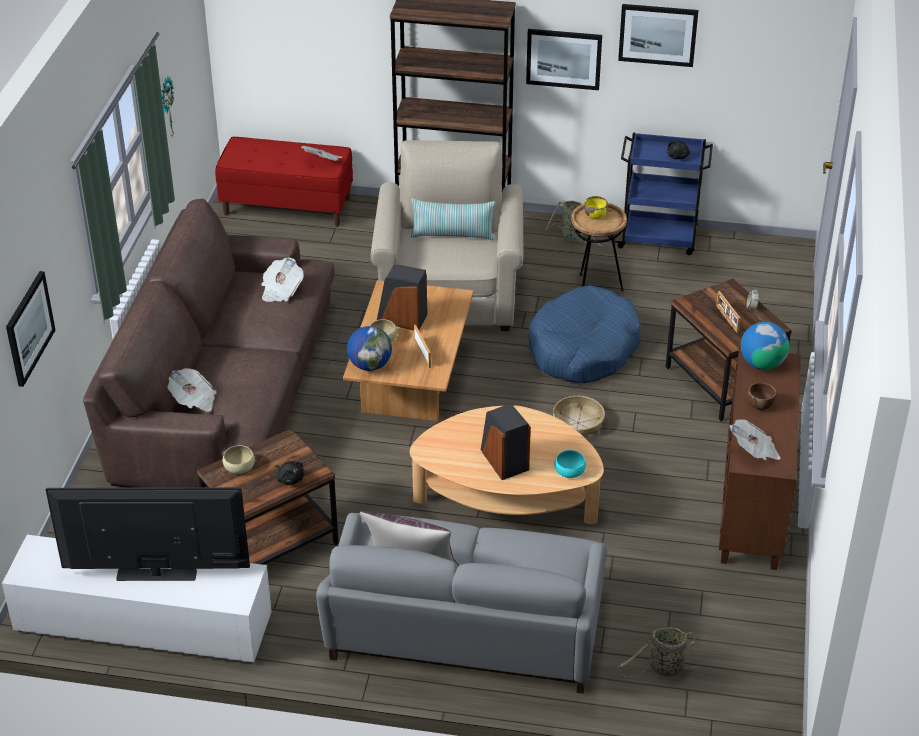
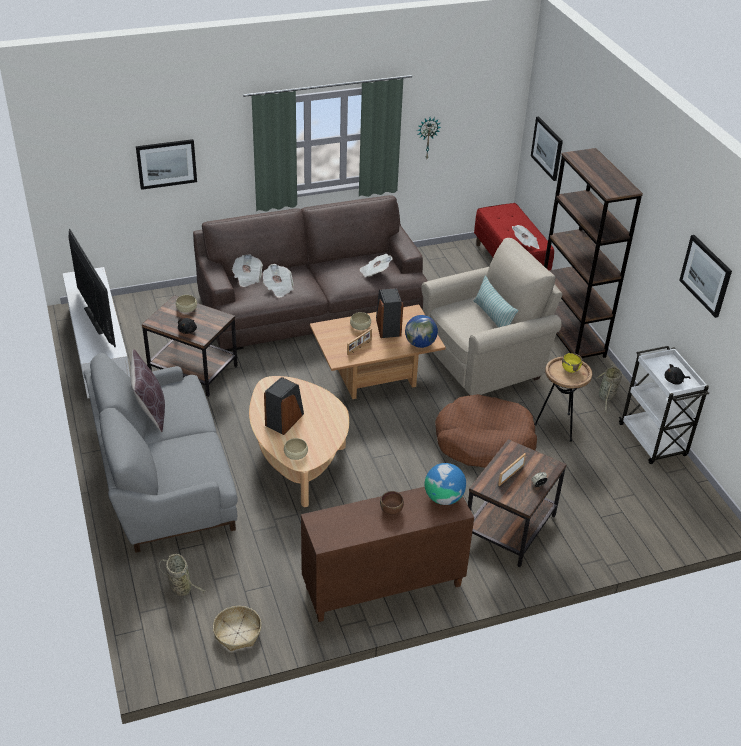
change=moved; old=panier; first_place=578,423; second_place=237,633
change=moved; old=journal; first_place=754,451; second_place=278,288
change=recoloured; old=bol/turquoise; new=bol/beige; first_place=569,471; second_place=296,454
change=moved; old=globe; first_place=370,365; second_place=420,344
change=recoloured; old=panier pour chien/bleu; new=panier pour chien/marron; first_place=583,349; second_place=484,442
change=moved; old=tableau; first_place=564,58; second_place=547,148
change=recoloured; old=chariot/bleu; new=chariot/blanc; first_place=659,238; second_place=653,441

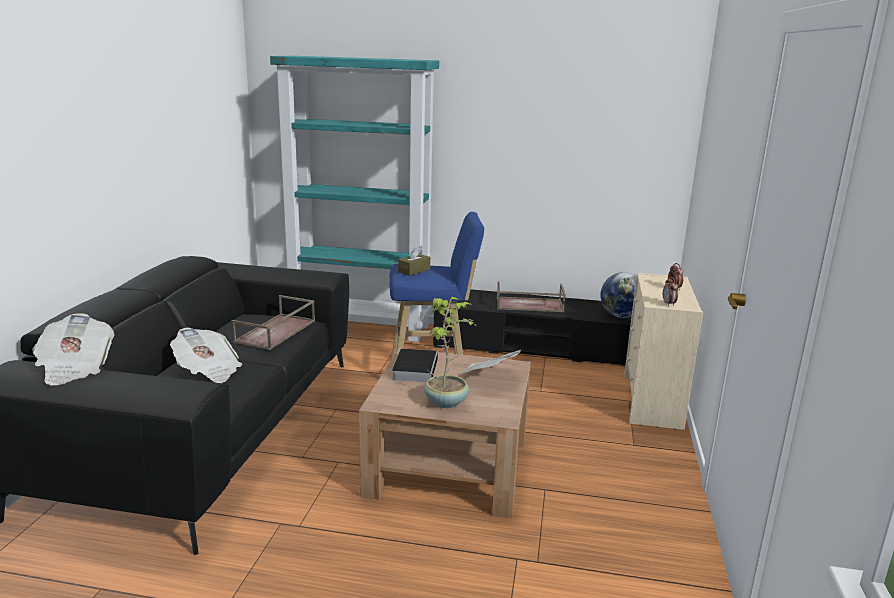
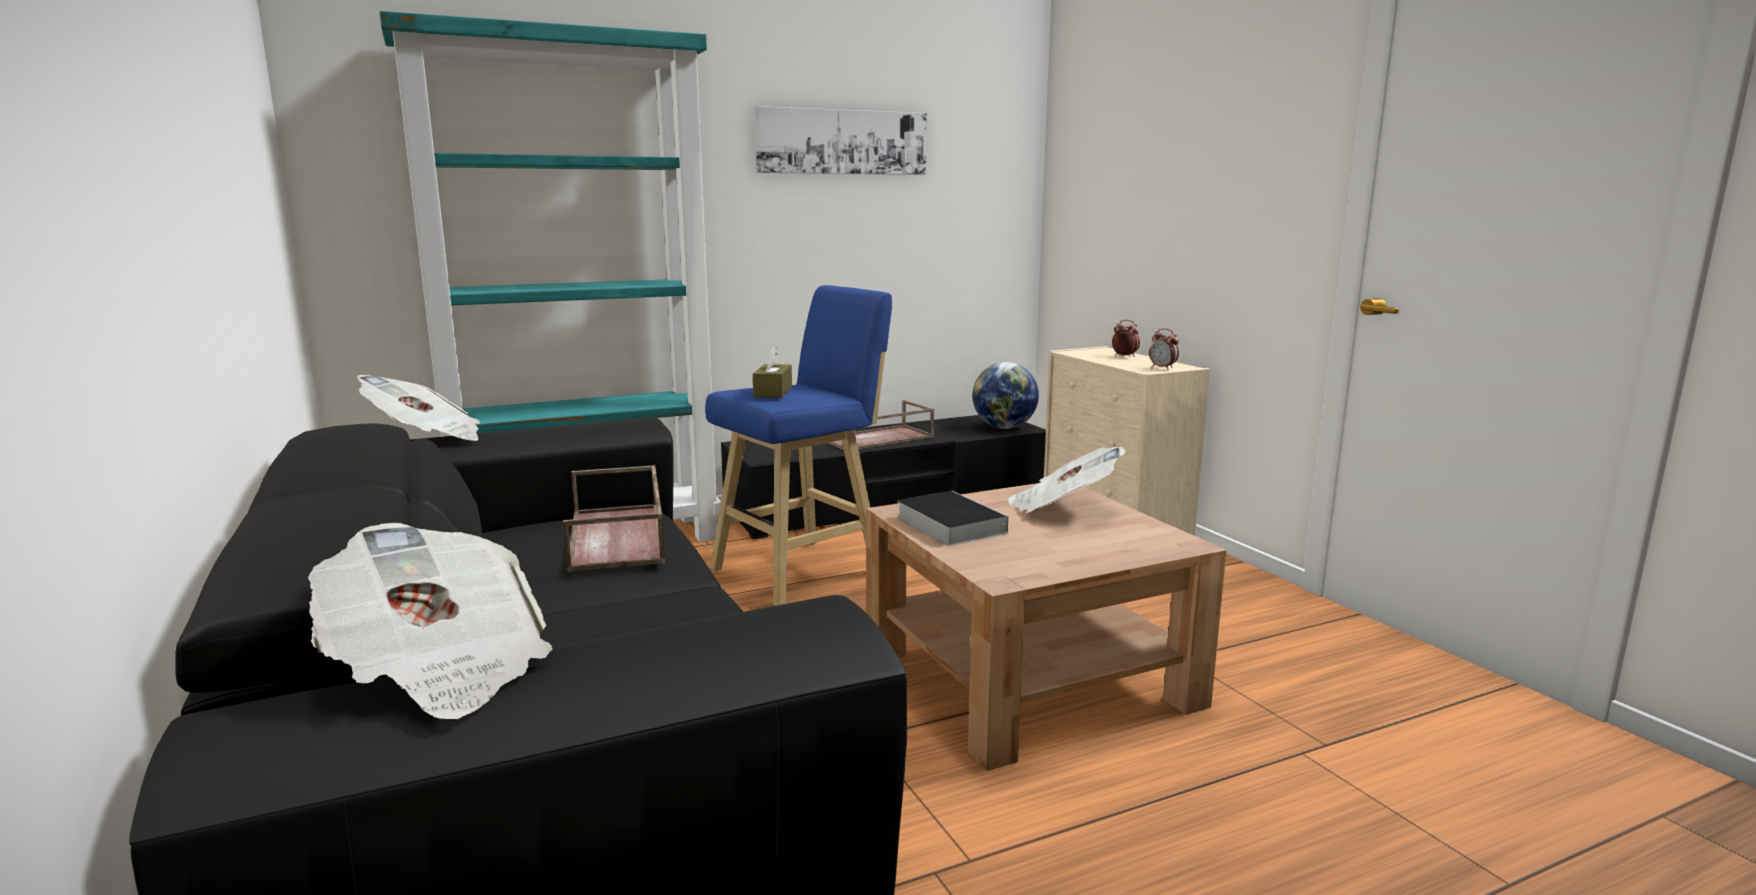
change=moved; old=journal; first_place=208,371; second_place=427,438
change=added; new=tableau; second_place=842,142
change=removed; old=plante en pot; first_place=447,402

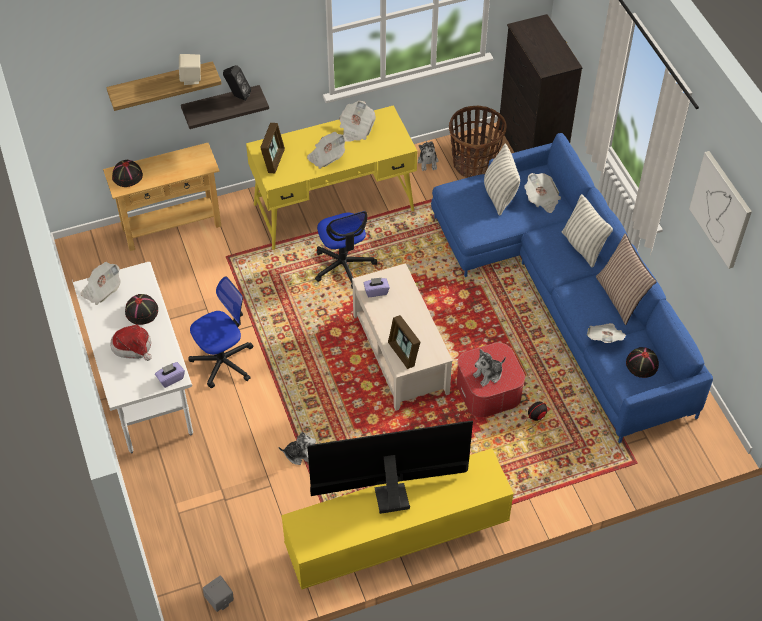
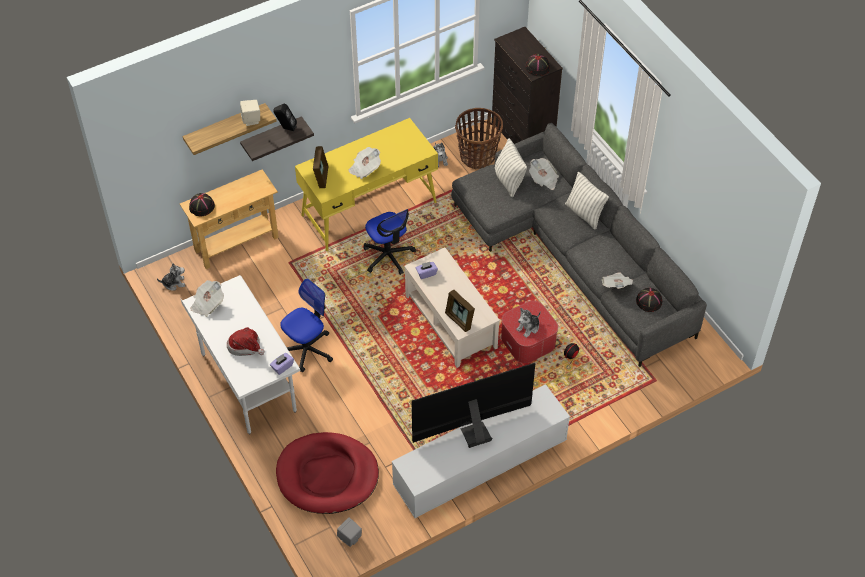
change=moved; old=peluche; first_place=299,454; second_place=174,283
change=added; new=panier pour chien/rouge; second_place=327,475
change=recoloured; old=meuble télé/jaune; new=meuble télé/blanc; first_place=395,538; second_place=478,468
change=recoloured; old=canapé/bleu; new=canapé/gris; first_place=565,294; second_place=574,254
change=moved; old=chapeau/noir; first_place=142,311; second_place=537,67
change=removed; old=journal; first_place=356,129
change=removed; old=coussin; first_place=620,297
change=removed; old=tableau; first_place=721,209

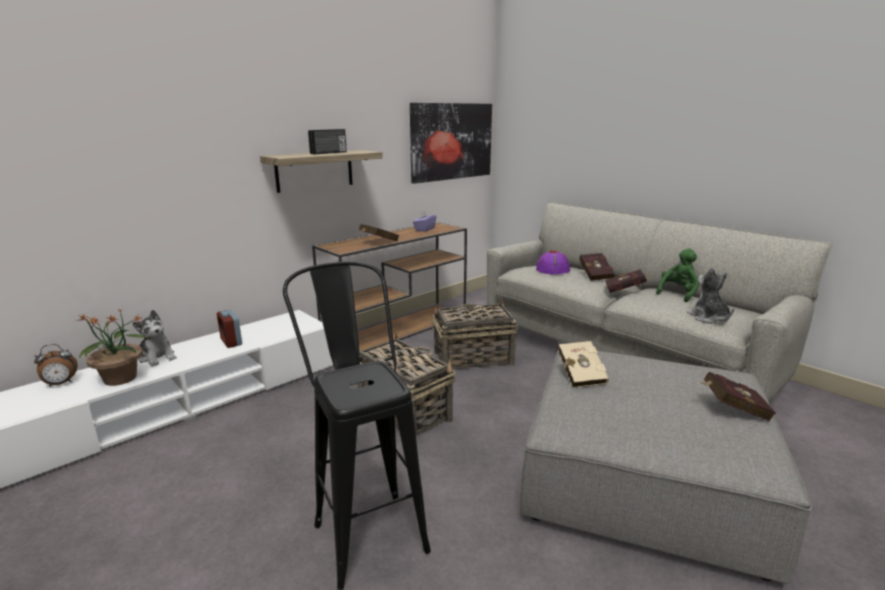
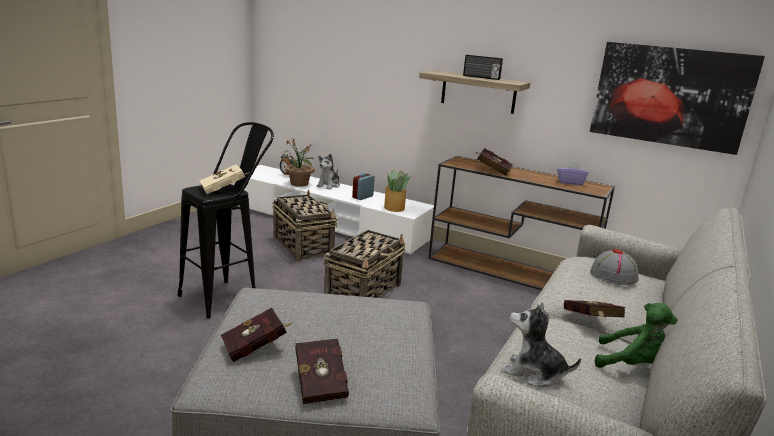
change=moved; old=livre/beige; first_place=580,375; second_place=224,190
change=moved; old=livre/rouge; first_place=595,275; second_place=256,348
change=moved; old=panier; first_place=472,358; second_place=302,246
change=added; new=plante en pot; second_place=394,207
change=turned; old=peluche; first_place=708,318; second_place=534,373; degrees=-120
change=recoloured; old=chapeau/violet; new=chapeau/gris; first_place=553,269; second_place=613,276

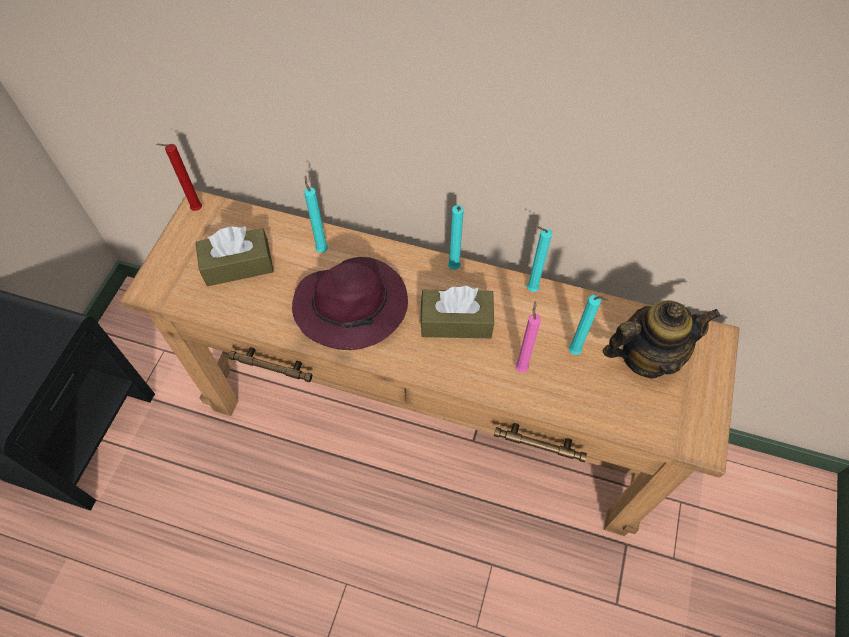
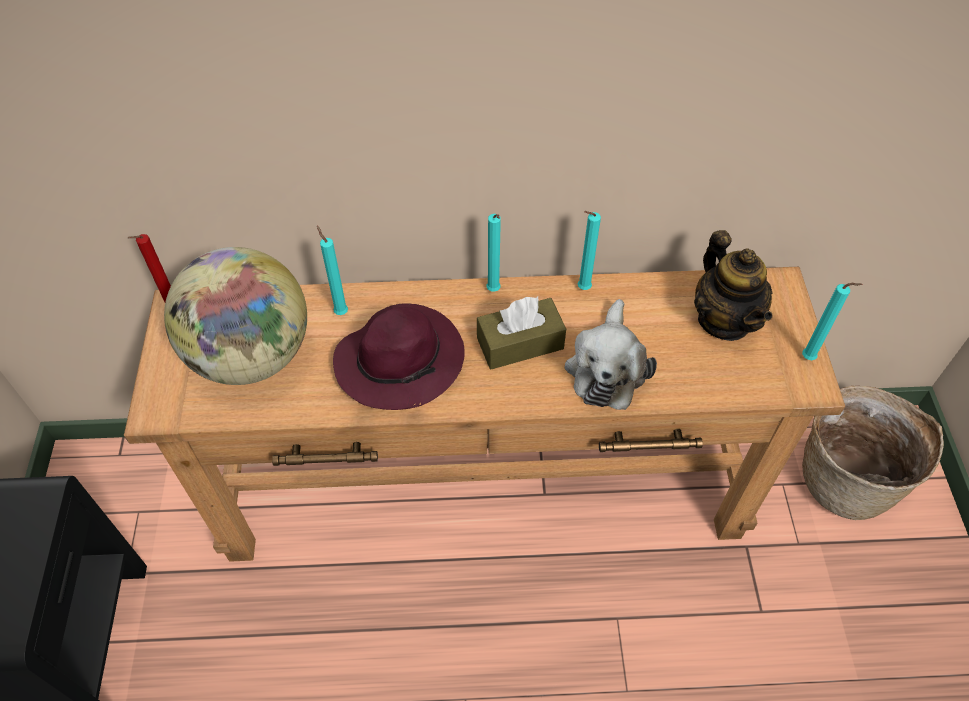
change=replaced; old=boîte à mouchoirs/marron; new=globe; first_place=238,265; second_place=251,356
change=replaced; old=bougie/rose; new=peluche; first_place=521,366; second_place=606,367
change=turned; old=théière; first_place=645,356; second_place=724,320; degrees=105
change=moved; old=bougie/turquoise; first_place=576,353; second_place=810,358
change=added; new=panier; second_place=848,477

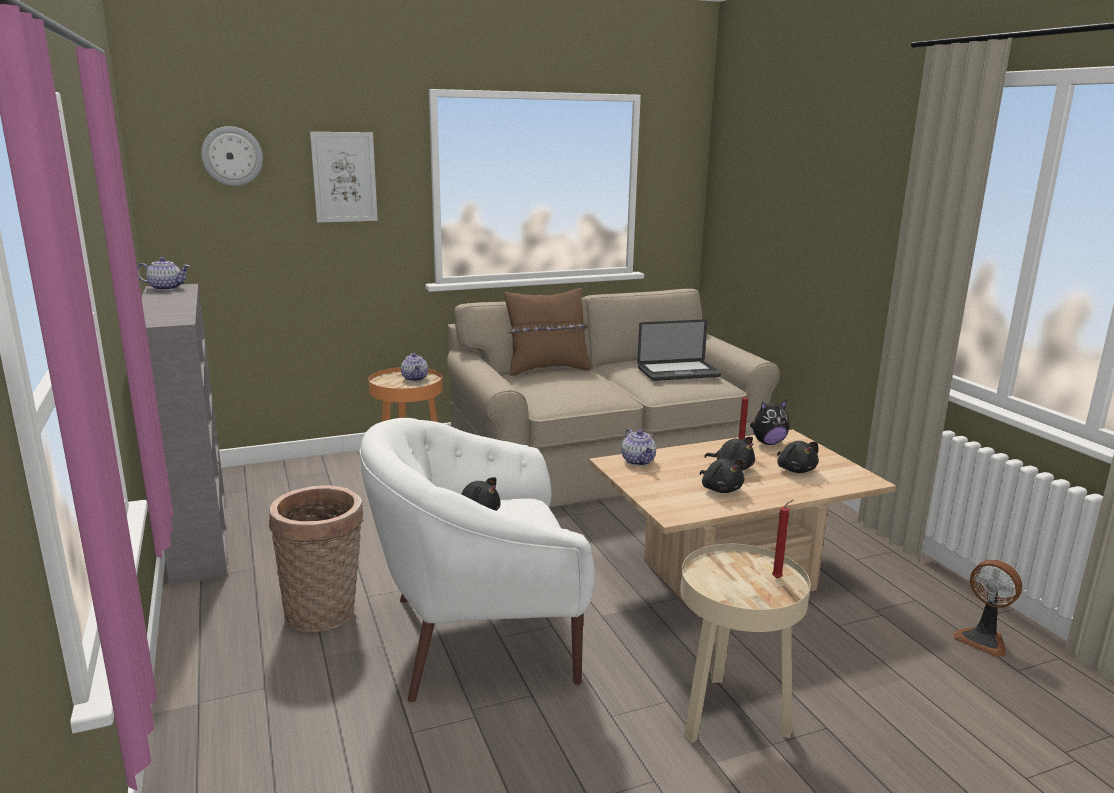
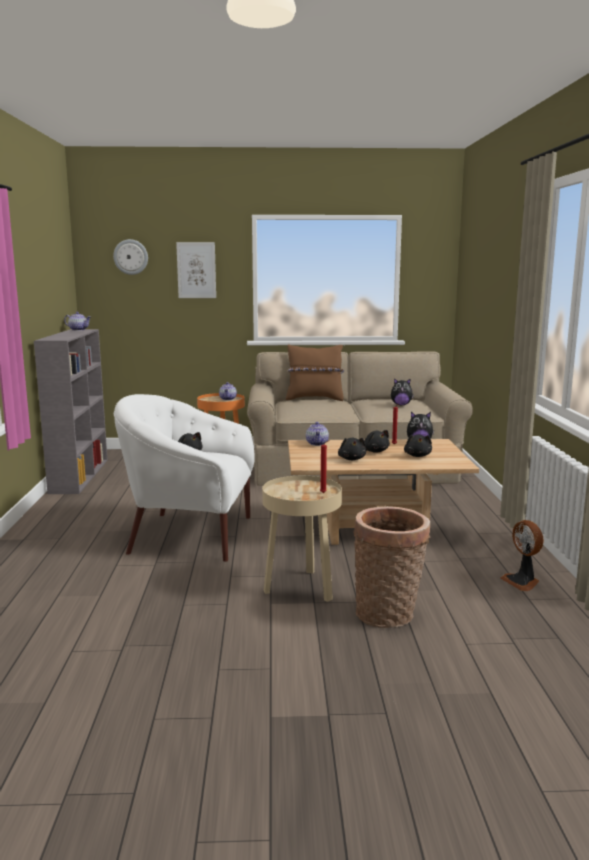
change=moved; old=panier; first_place=325,613; second_place=388,614
change=replaced; old=ordinateur portable; new=peluche; first_place=678,372; second_place=401,405

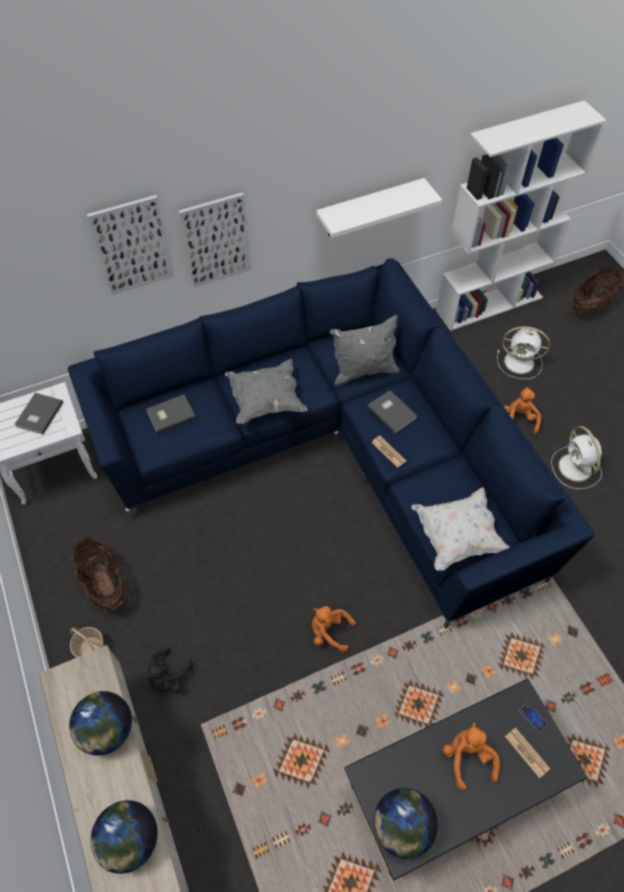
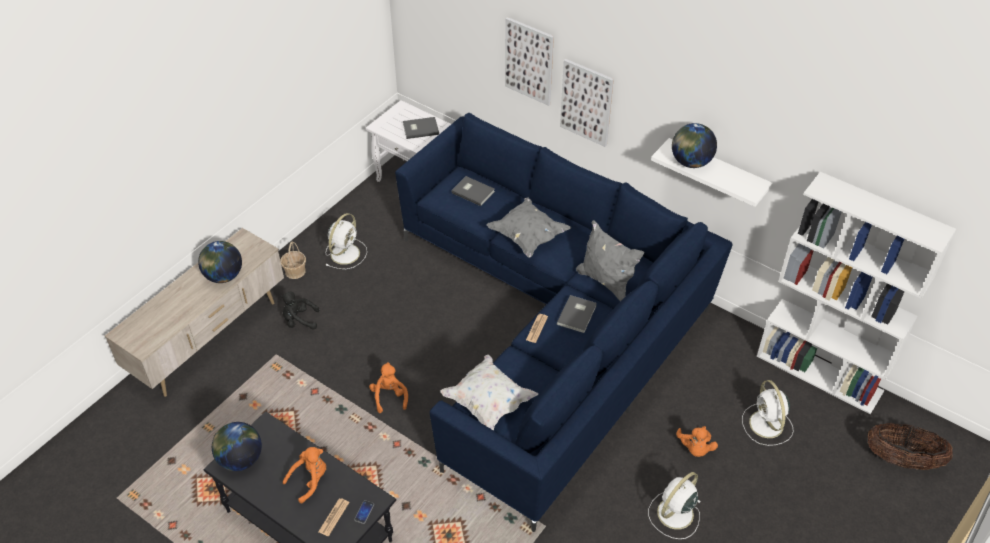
change=replaced; old=panier; new=ventilateur/blanc; first_place=104,584; second_place=346,253
change=moved; old=globe; first_place=130,840; second_place=690,162
change=turned; old=peluche/orange; first_place=519,420; second_place=695,448; degrees=120

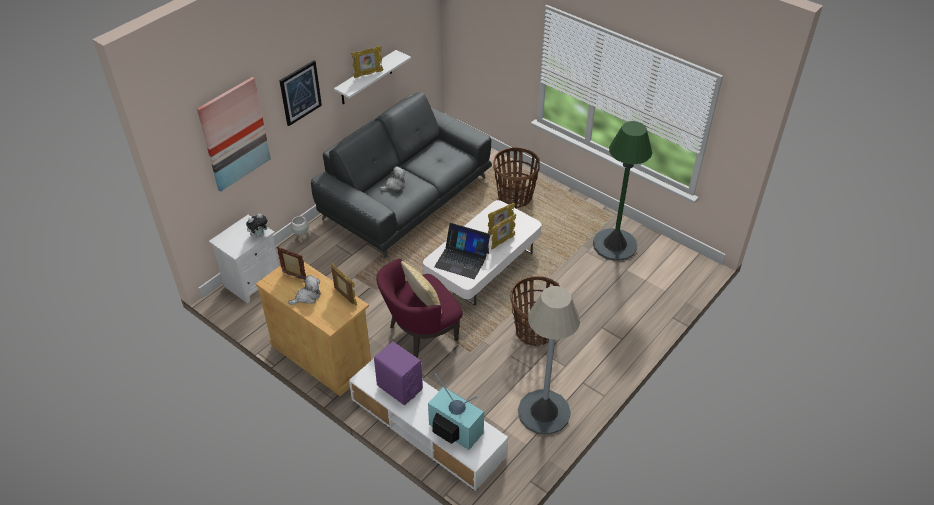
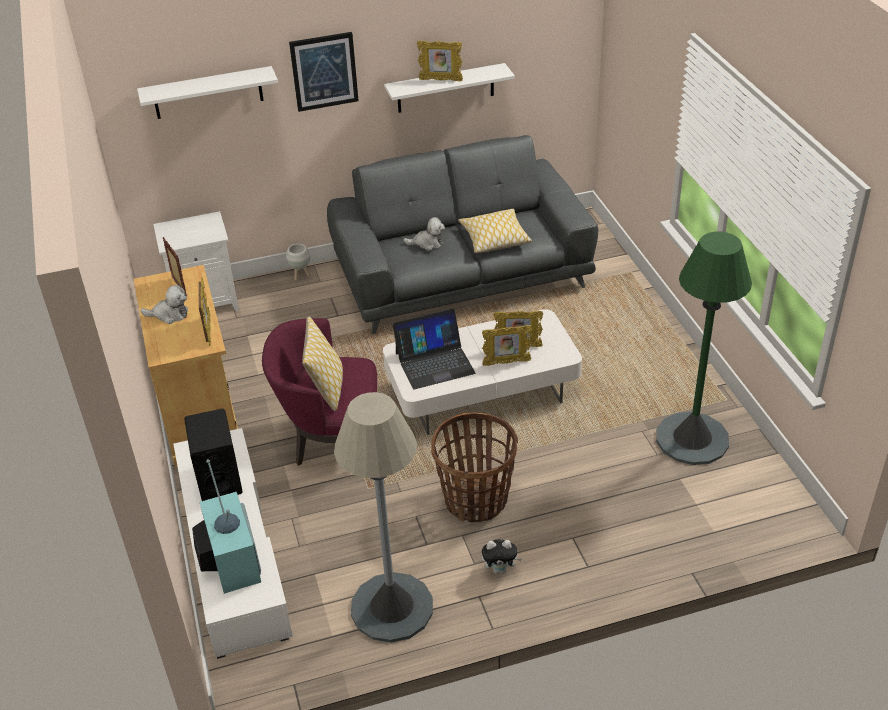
change=replaced; old=tableau; new=étagère/blanc; first_place=234,134; second_place=208,93
change=recoloured; old=enceinte/violet; new=enceinte/noir; first_place=399,387; second_place=218,479
change=turned; old=ordinateur portable; first_place=462,259; second_place=434,362; degrees=-75
change=added; new=coussin; second_place=494,239
change=moved; old=peluche; first_place=259,234; second_place=500,569
change=removed; old=panier; first_place=515,197

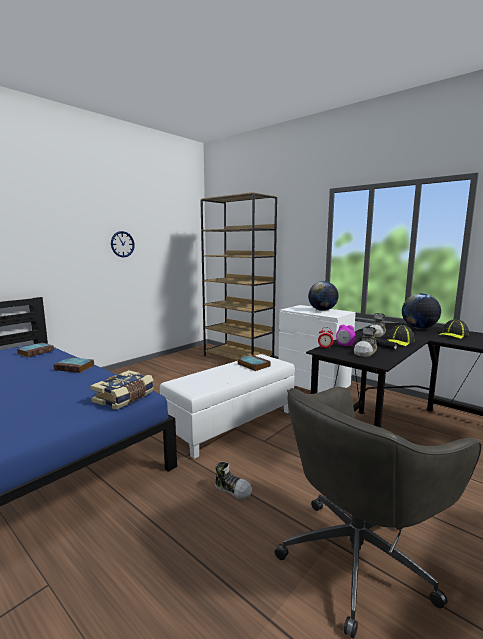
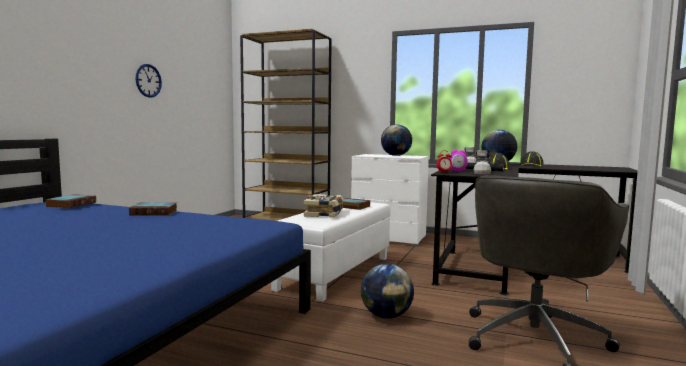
change=moved; old=livre; first_place=125,398; second_place=325,214
change=replaced; old=chaussure; new=globe; first_place=233,489; second_place=386,316

